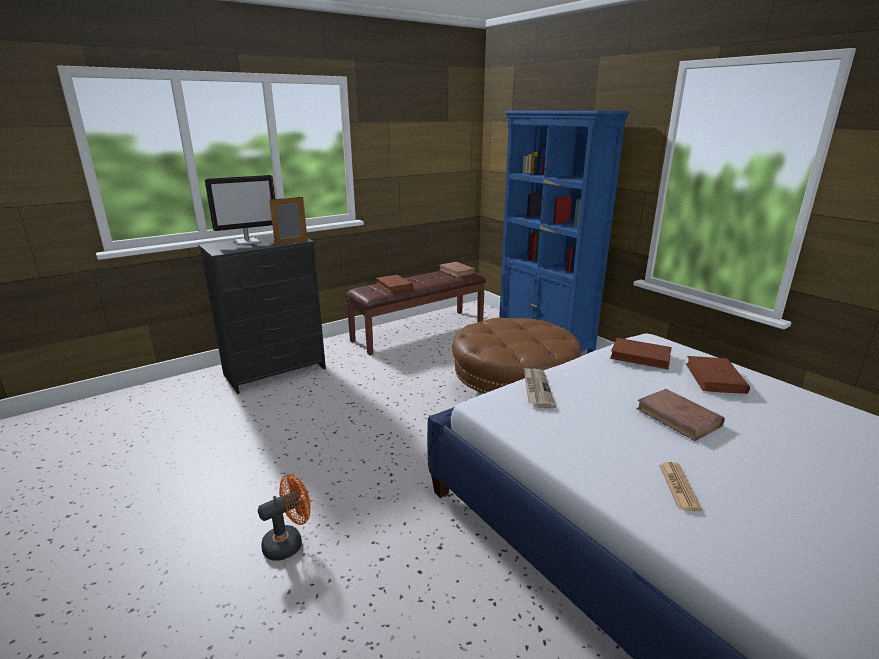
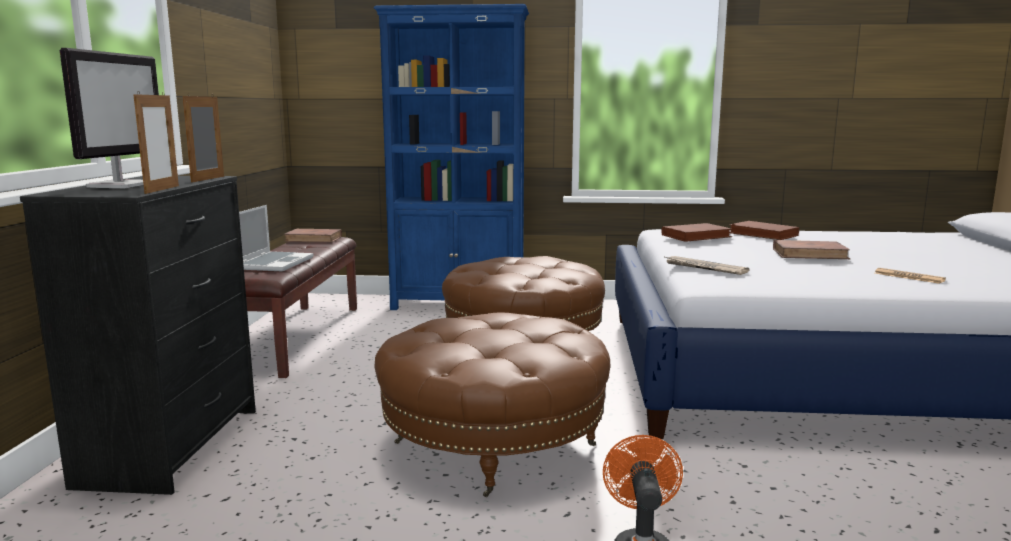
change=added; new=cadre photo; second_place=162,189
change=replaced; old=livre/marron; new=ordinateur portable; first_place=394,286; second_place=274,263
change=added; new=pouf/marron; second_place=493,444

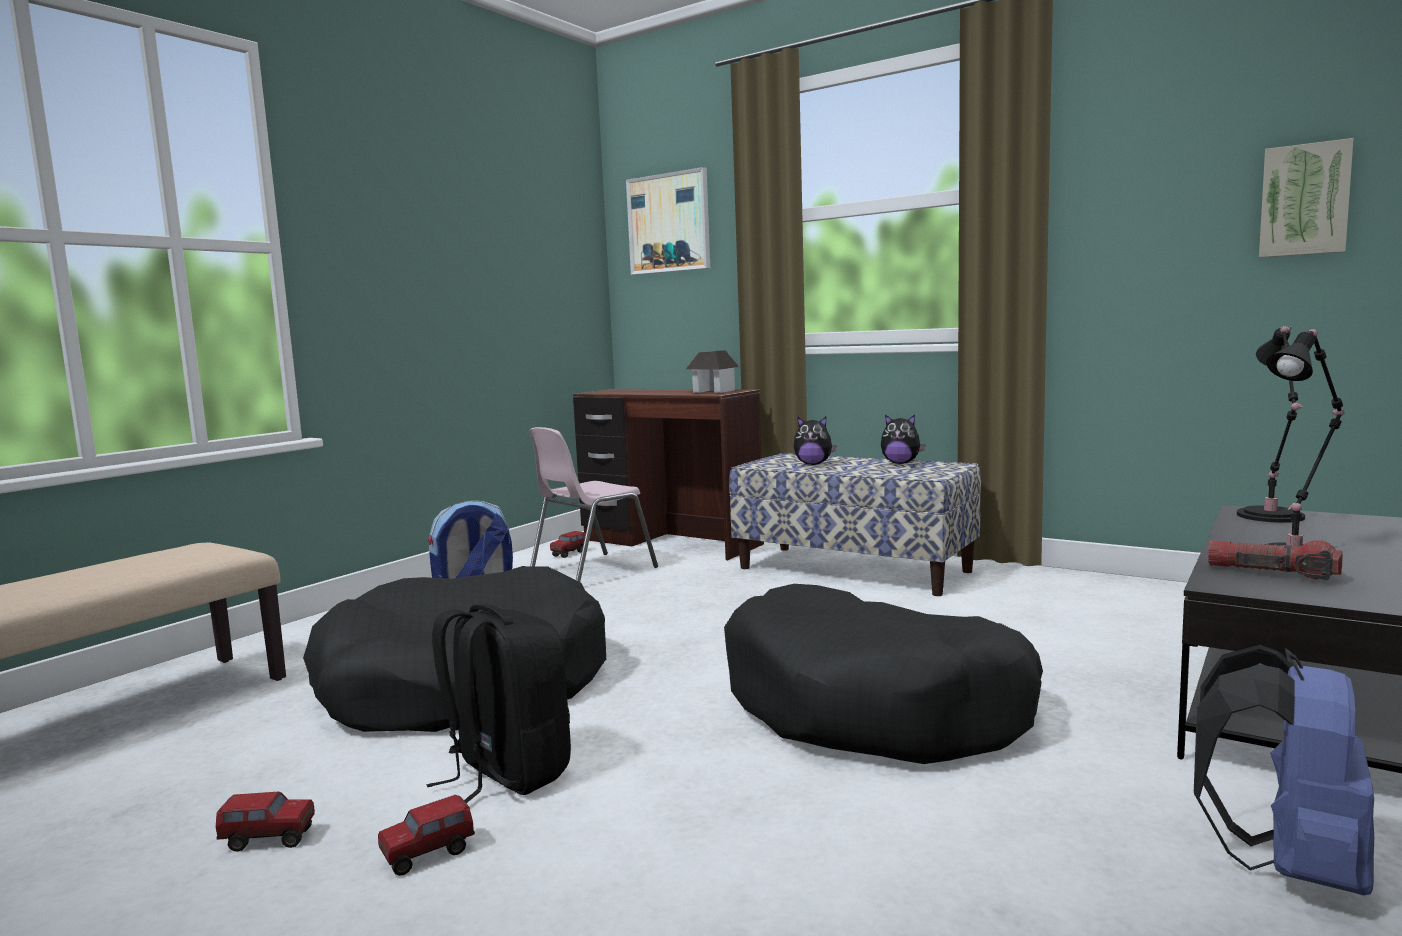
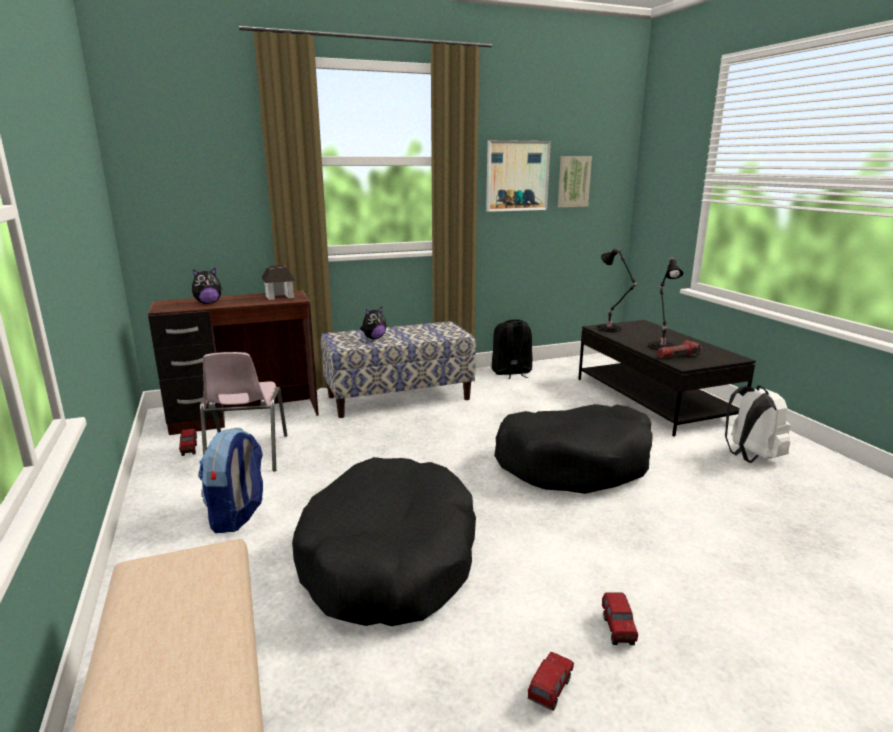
change=moved; old=peluche; first_place=901,463; second_place=208,303
change=moved; old=tableau; first_place=669,223; second_place=517,176
change=moved; old=sac à dos/noir; first_place=505,773; second_place=511,373
change=recoloured; old=sac à dos/bleu; new=sac à dos/blanc; first_place=1288,866; second_place=750,456

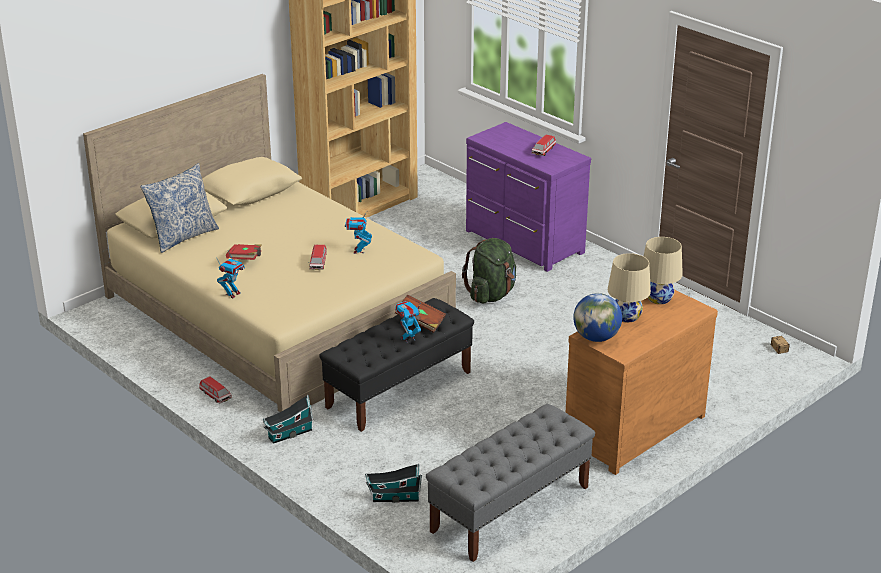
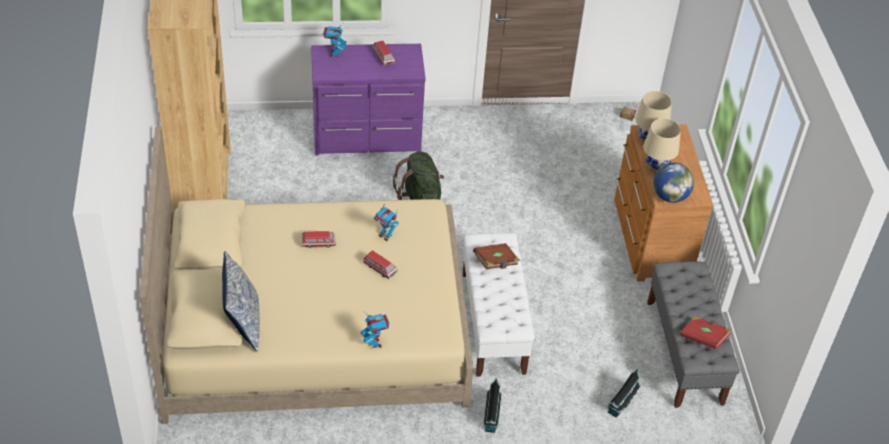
change=moved; old=petite voiture; first_place=215,396; second_place=319,243
change=moved; old=robot jouet; first_place=408,339; second_place=334,54
change=recoloured; old=banc/noir; new=banc/blanc; first_place=399,389; second_place=493,322
change=moved; old=livre/rouge; first_place=245,260; second_place=704,338

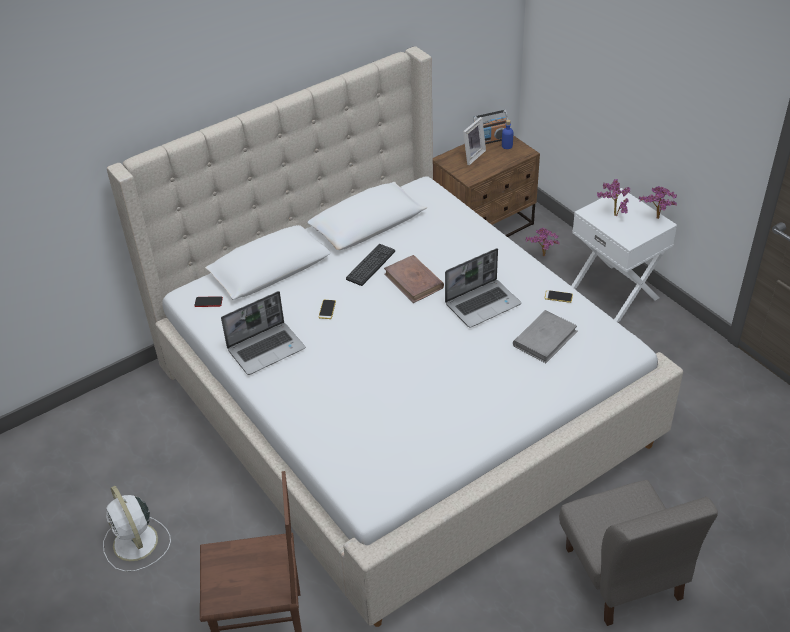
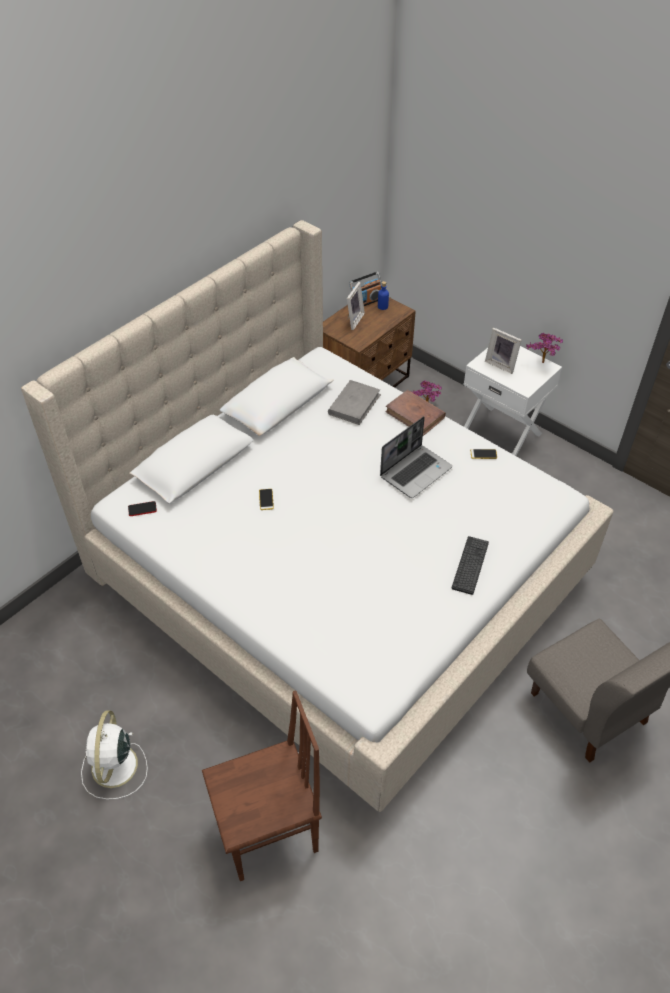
change=turned; old=ventilateur/blanc; first_place=136,544; second_place=114,768; degrees=45
change=moved; old=livre/gris; first_place=545,338; second_place=354,404
change=moved; old=livre/marron; first_place=414,281; second_place=415,415
change=moved; old=clavier; first_place=370,265; second_place=470,565
change=replaced; old=plante en pot; new=cadre photo; first_place=612,215; second_place=501,364
change=removed; old=ordinateur portable; first_place=267,348

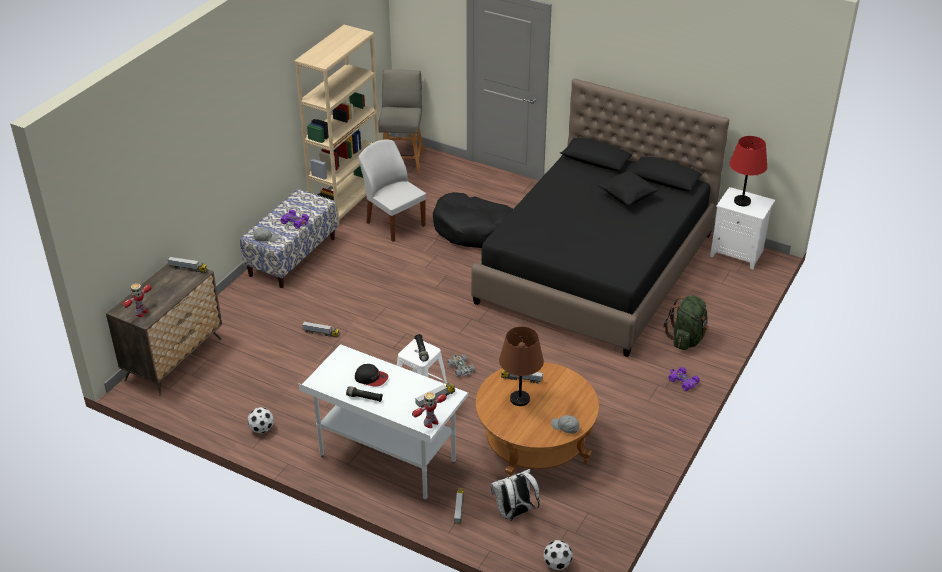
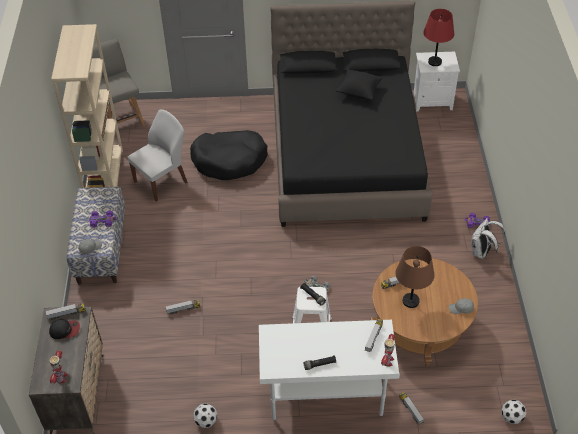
change=moved; old=casquette; first_place=371,378; second_place=65,330
change=turned; old=chaise/blanc; first_place=394,223; second_place=162,181; degrees=120
change=moved; old=sac à dos/blanc; first_place=514,513; second_place=482,252
change=removed; old=sac à dos/vert; first_place=687,339

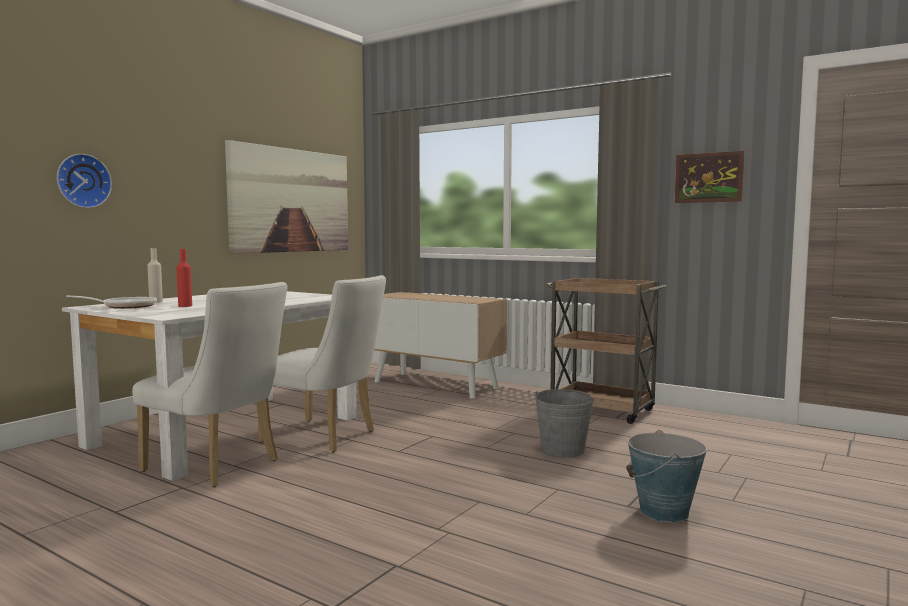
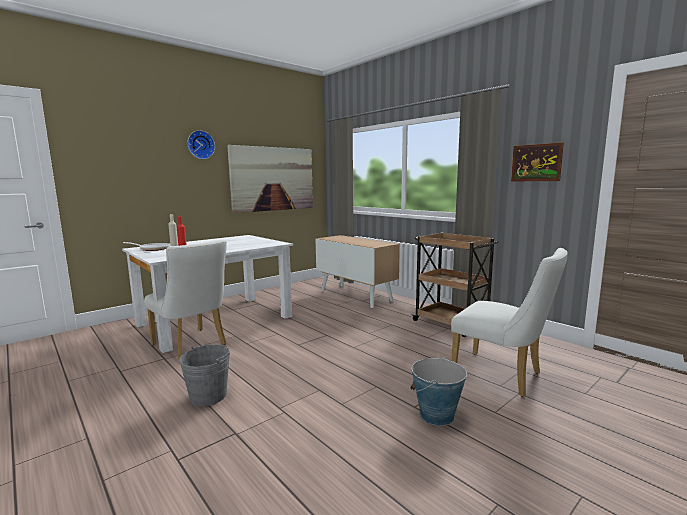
change=moved; old=seau/gris; first_place=563,450; second_place=208,396
change=moved; old=horloge murale; first_place=82,181; second_place=200,145
change=moved; old=chaise/blanc; first_place=326,437; second_place=502,376

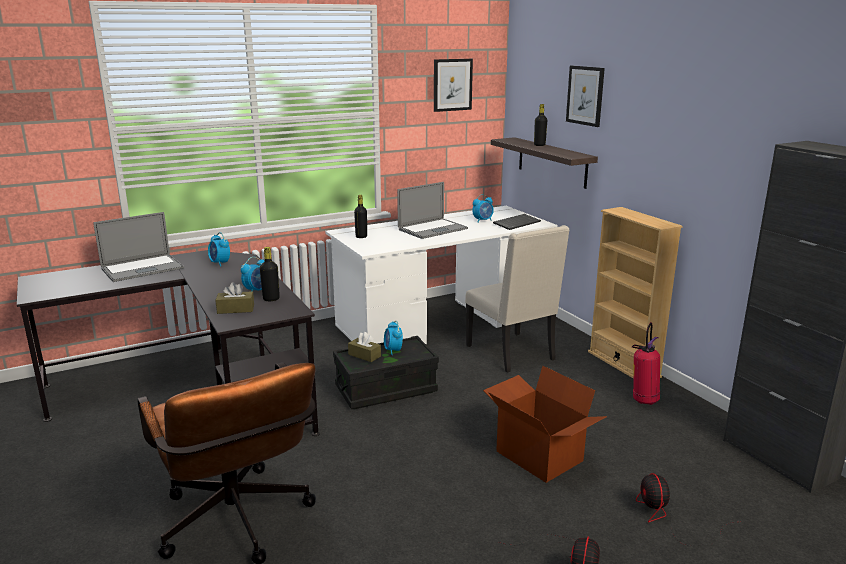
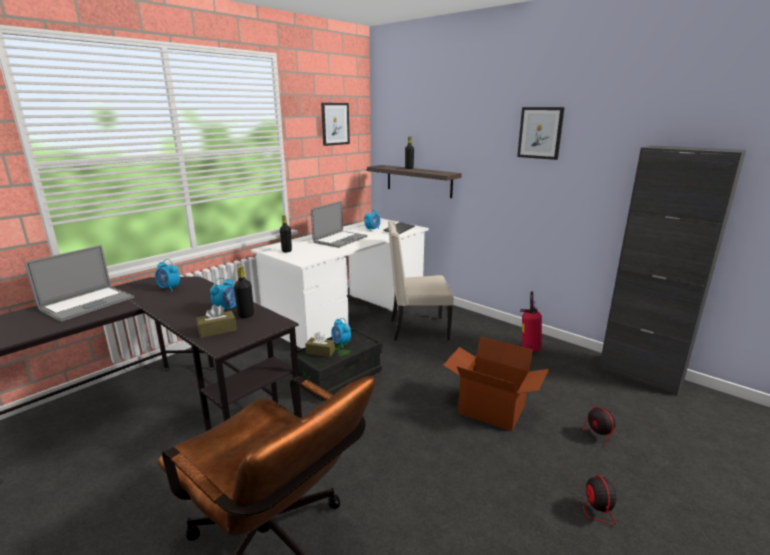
change=turned; old=chaise/beige; first_place=512,353; second_place=417,329; degrees=135
change=moved; old=tableau; first_place=585,95; second_place=540,133
change=removed; old=bibliothèque/beige; first_place=623,364

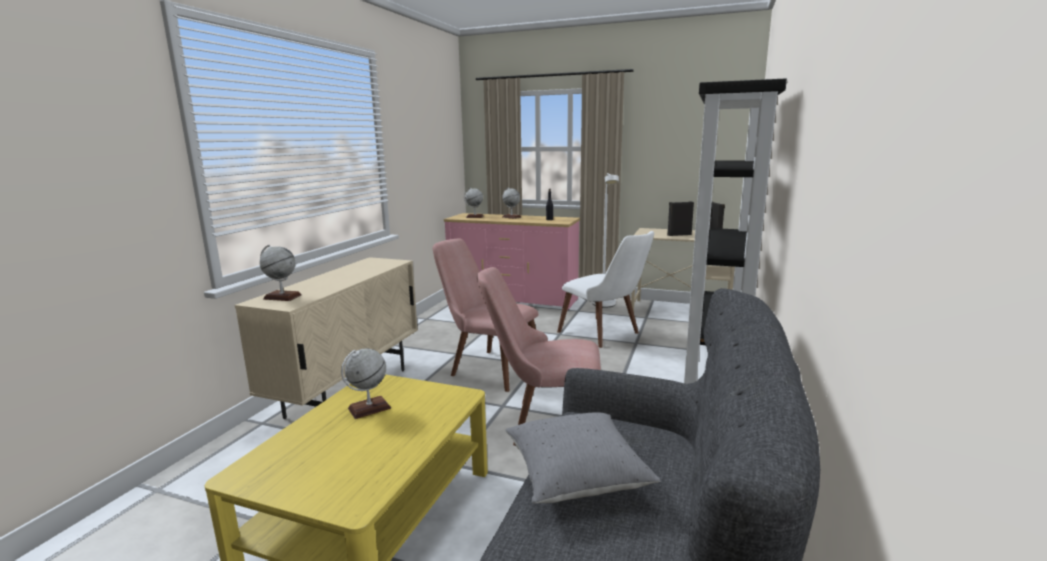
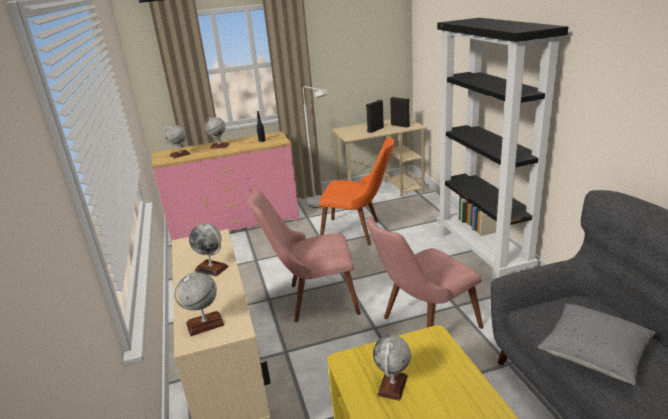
change=added; new=globe; second_place=211,268
change=recoloured; old=chaise/blanc; new=chaise/orange; first_place=606,335; second_place=359,232

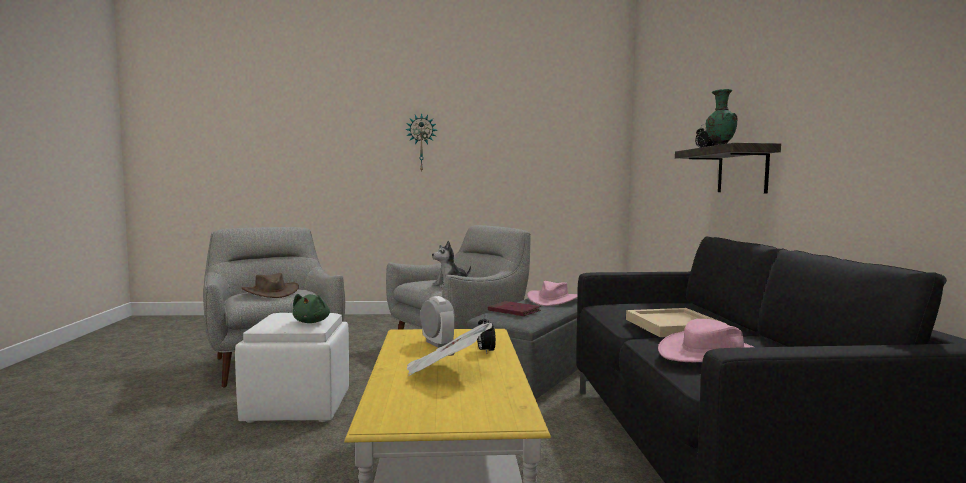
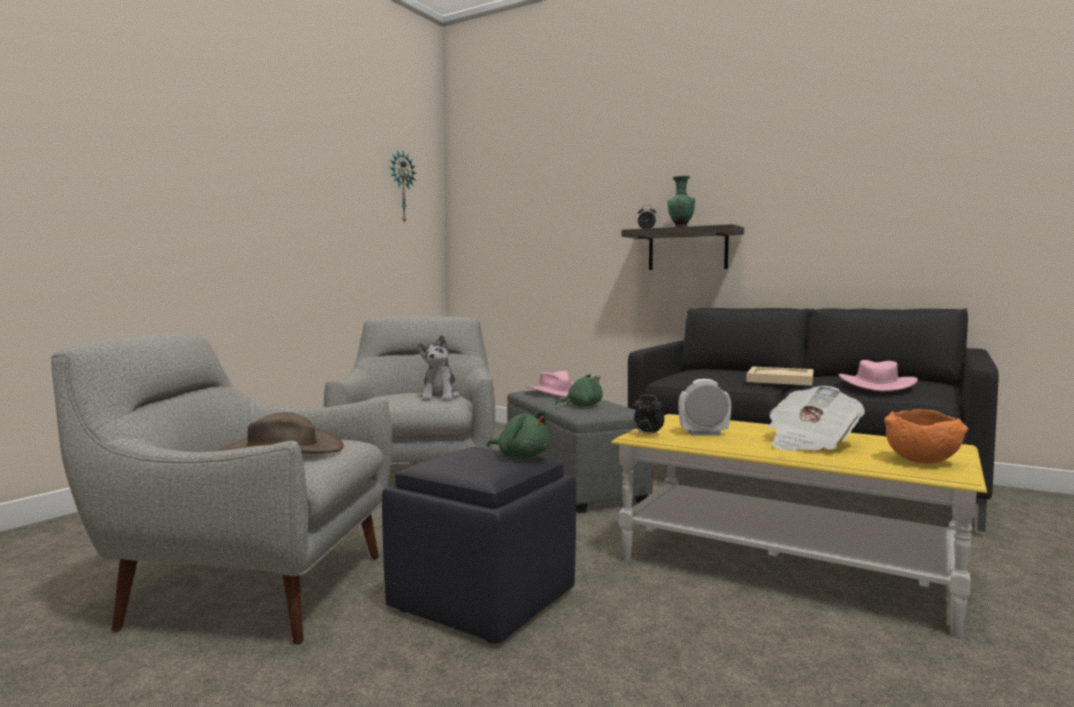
change=recoloured; old=pouf/blanc; new=pouf/noir; first_place=299,406; second_place=482,599
change=moved; old=horloge murale; first_place=421,143; second_place=401,187
change=replaced; old=livre/rouge; new=peluche/vert; first_place=514,311; second_place=582,406
change=moved; old=réveil; first_place=485,351; second_place=647,435
change=added; new=bol/orange; second_place=922,461

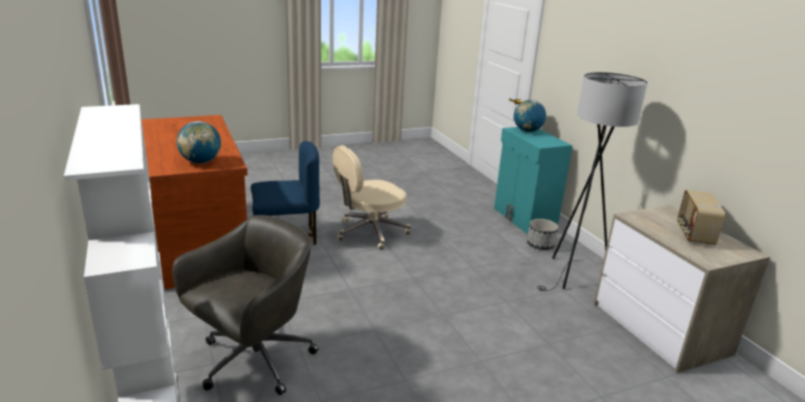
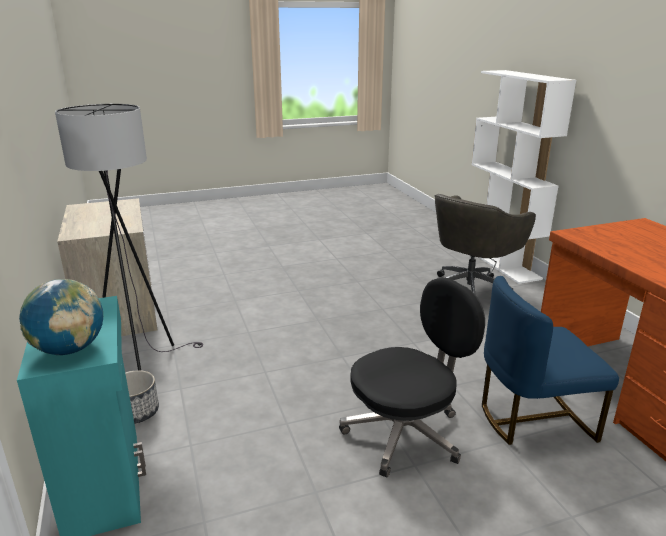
change=recoloured; old=chaise de bureau/beige; new=chaise de bureau/noir; first_place=370,232; second_place=406,433
change=removed; old=globe; first_place=201,162
change=removed; old=radio; first_place=693,234

